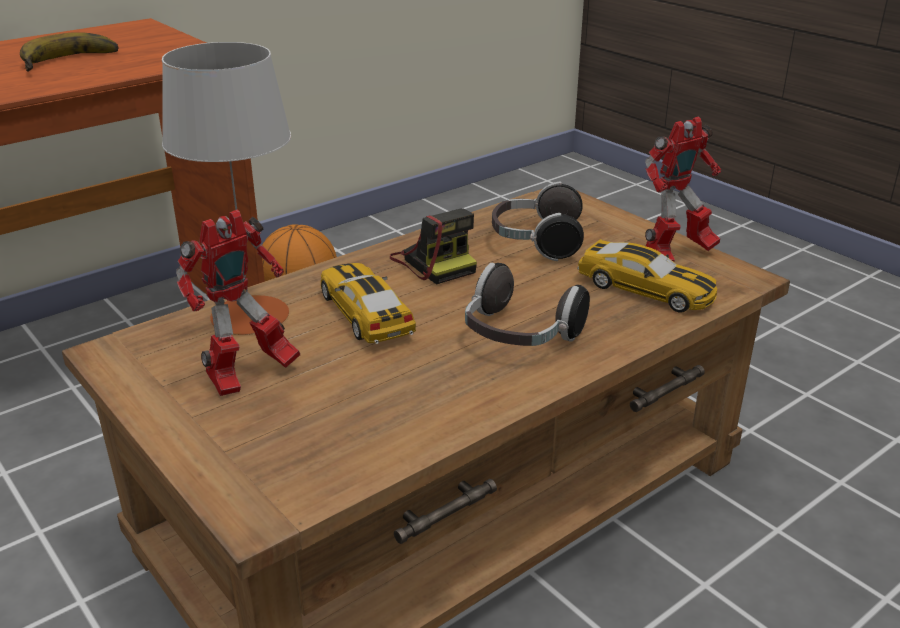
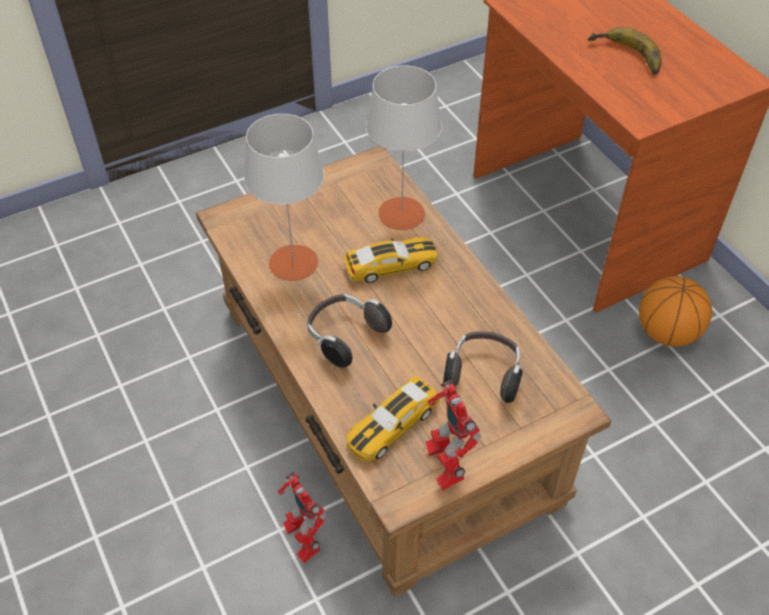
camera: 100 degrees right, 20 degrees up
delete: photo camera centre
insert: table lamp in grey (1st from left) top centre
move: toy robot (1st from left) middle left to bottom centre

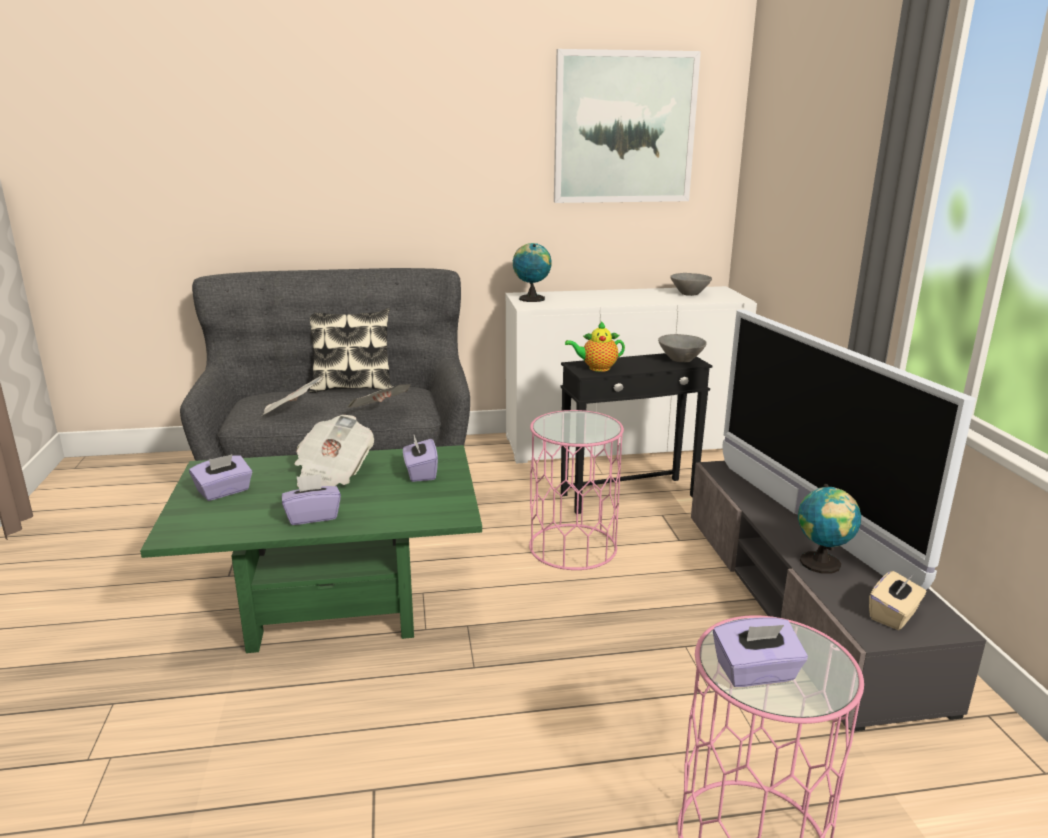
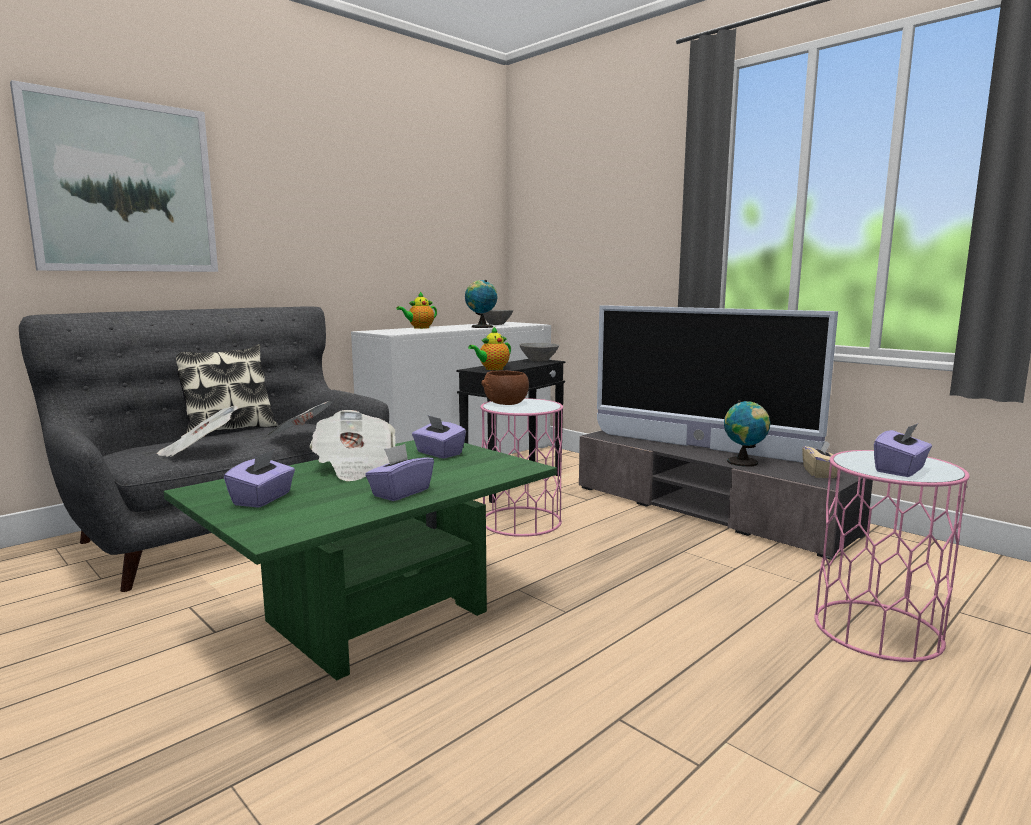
camera: 35 degrees left, 10 degrees down
insert: teapot (1st from left) centre; bowl in brown centre
move: picture top centre to top left; globe (1st from left) top centre to centre

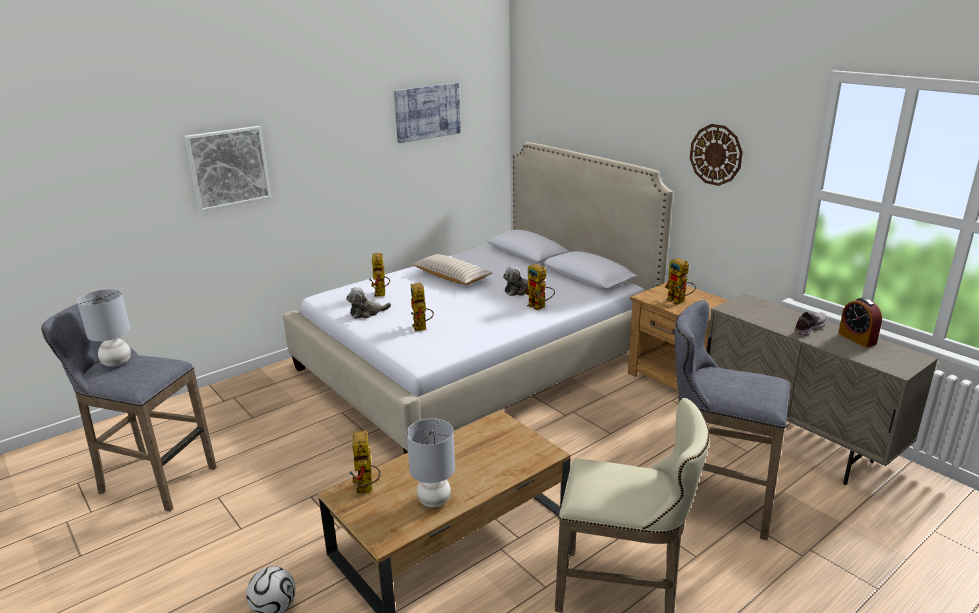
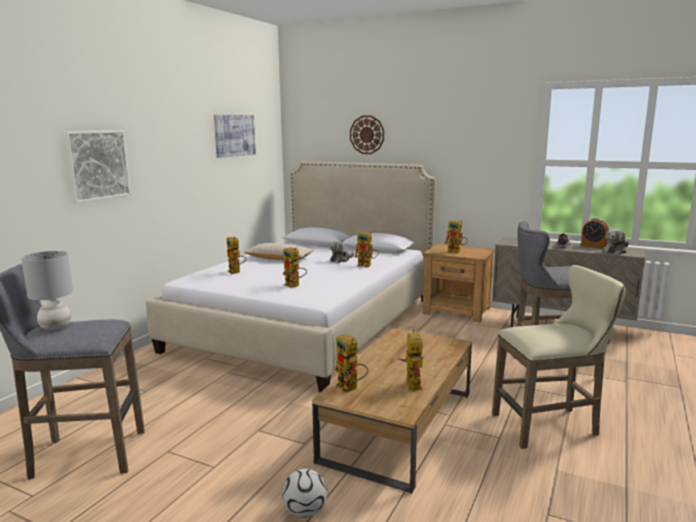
camera: 25 degrees left, 10 degrees down
move: wall clock top right to top centre; plush toy (1st from left in the first image) centre to plush toy (2nd from left) middle right
replace: table lamp in grey (2nd from left) bottom centre to toy robot (5th from left) bottom centre

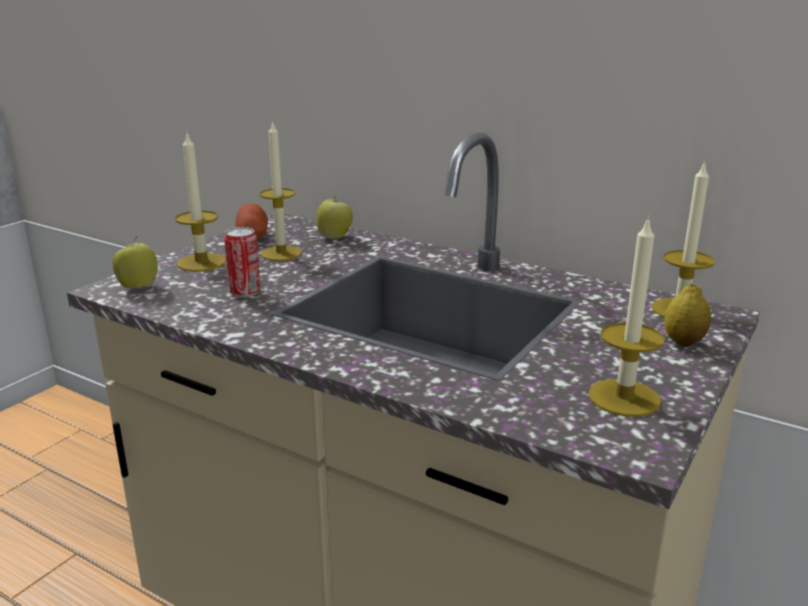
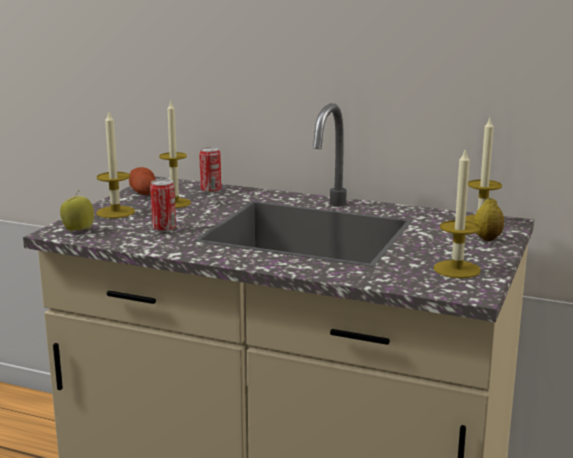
camera: 10 degrees left, 5 degrees down
replace: apple (2nd from left) centre to can (2nd from left) centre

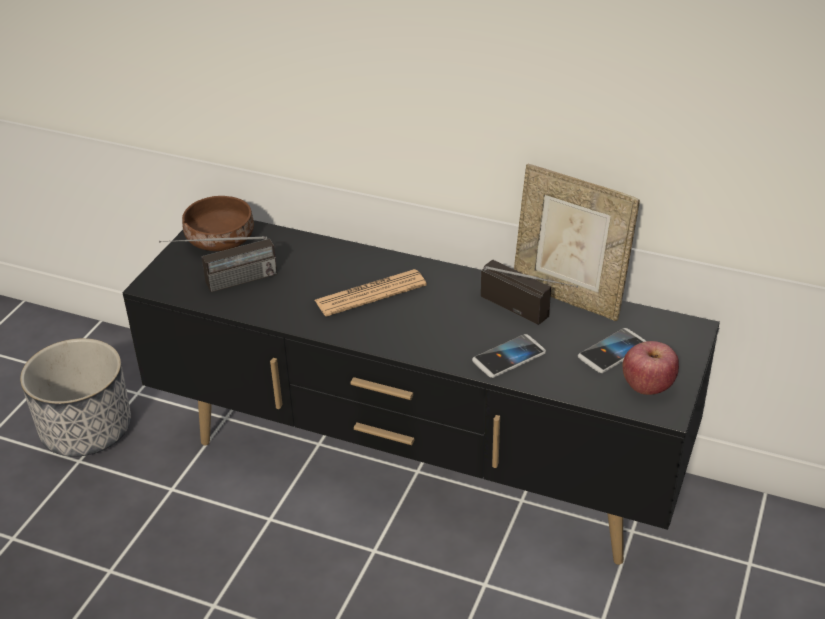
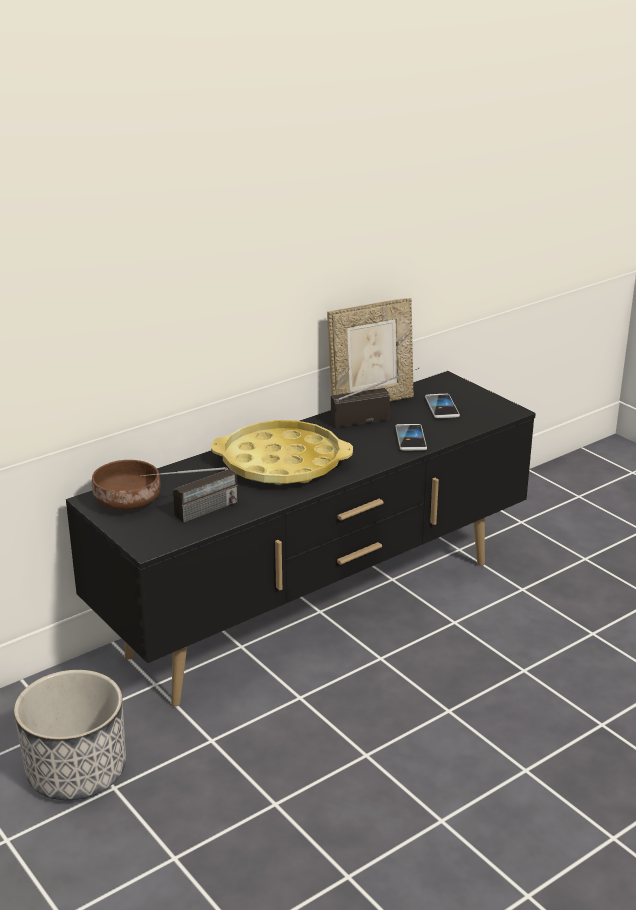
camera: 60 degrees left, 10 degrees down
delete: apple middle right
replace: newspaper centre to tray in yellow centre
rotate: radio (1st from left) middle left = middle left 45 degrees clockwise

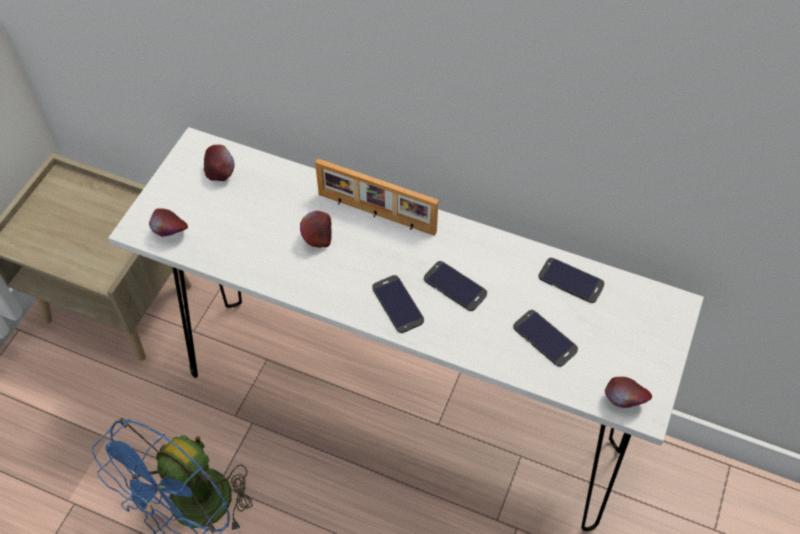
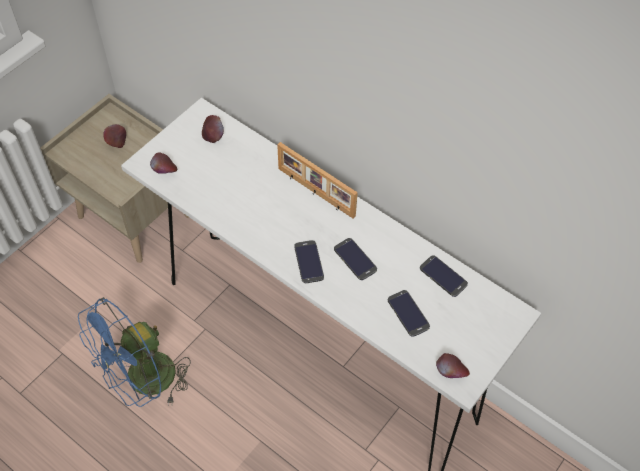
camera: 15 degrees right, 0 degrees up
move: apple (3rd from left in the first image) centre to apple (1st from left) top left

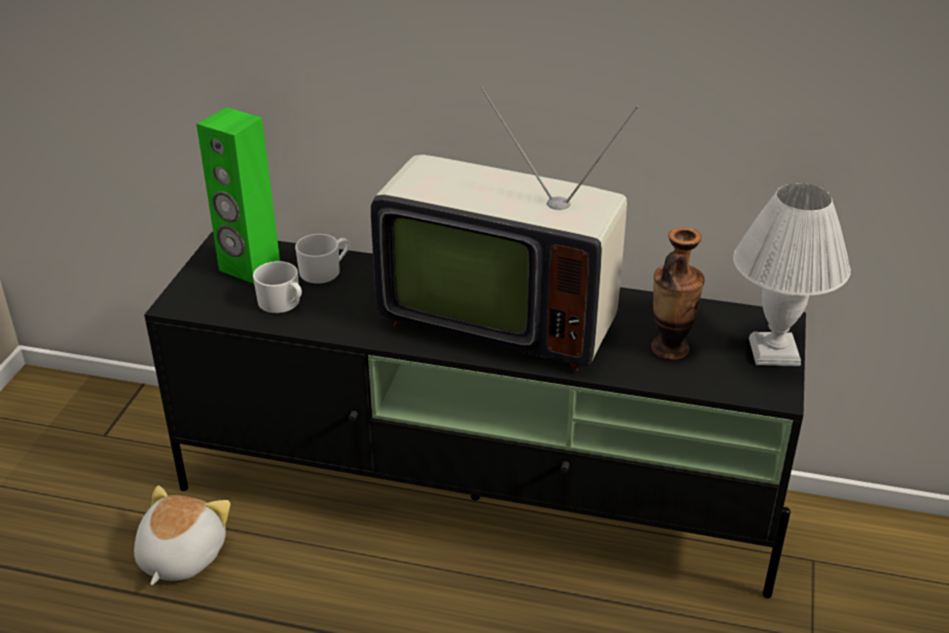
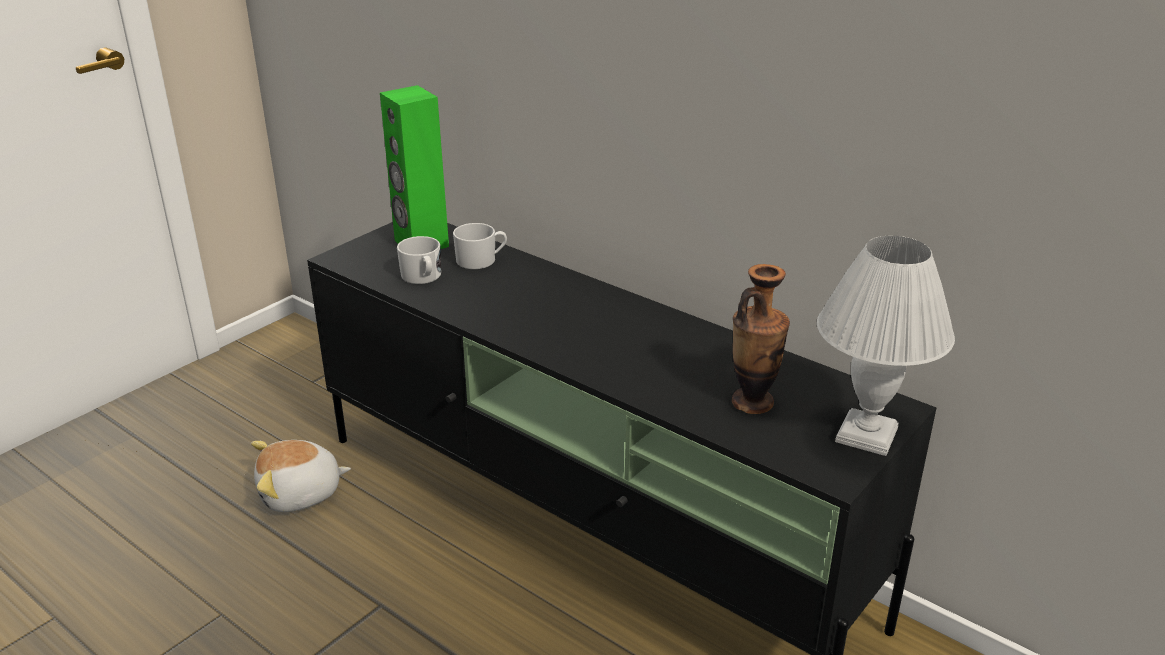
camera: 25 degrees right, 5 degrees down
delete: television centre
rotate: plush toy bottom left = bottom left 150 degrees counterclockwise

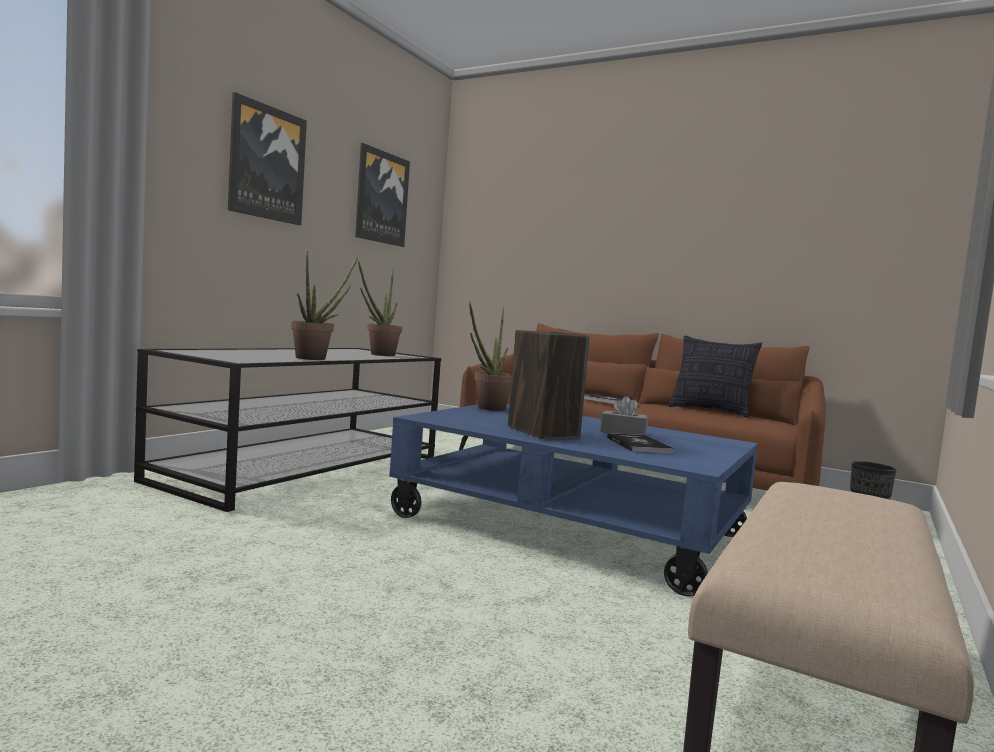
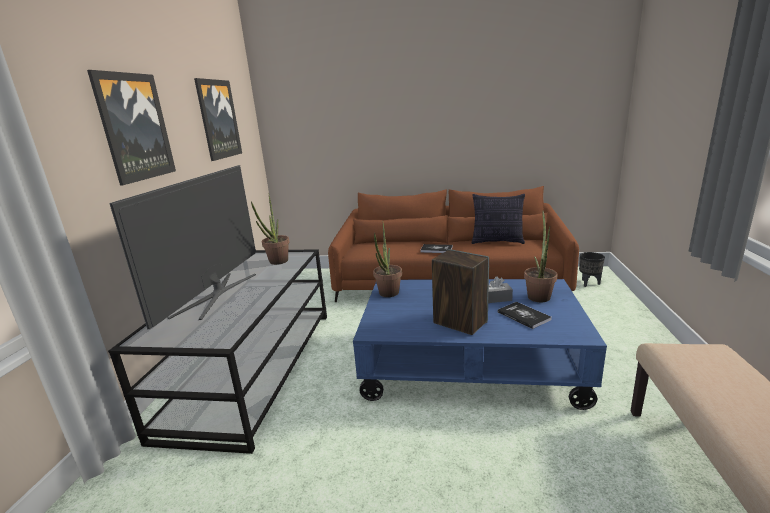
camera: 20 degrees left, 15 degrees up
insert: television middle left
move: potted plant (1st from left in the first image) middle left to potted plant (3rd from left) middle right

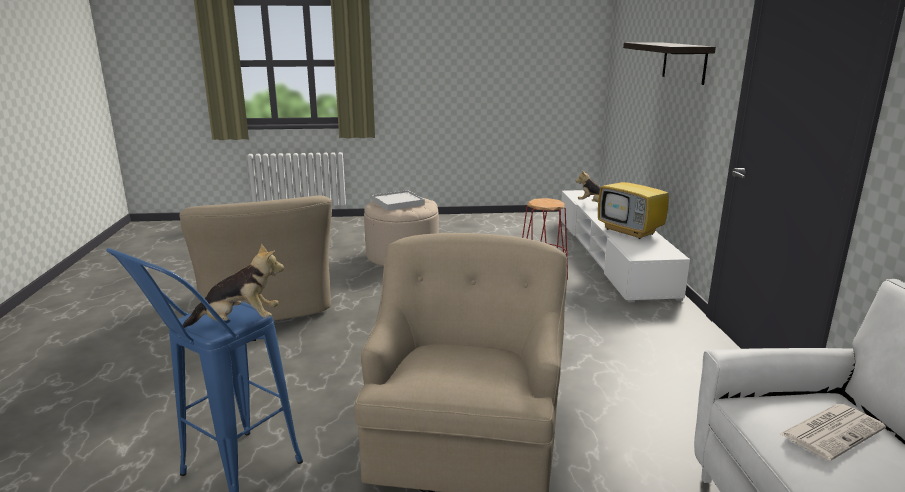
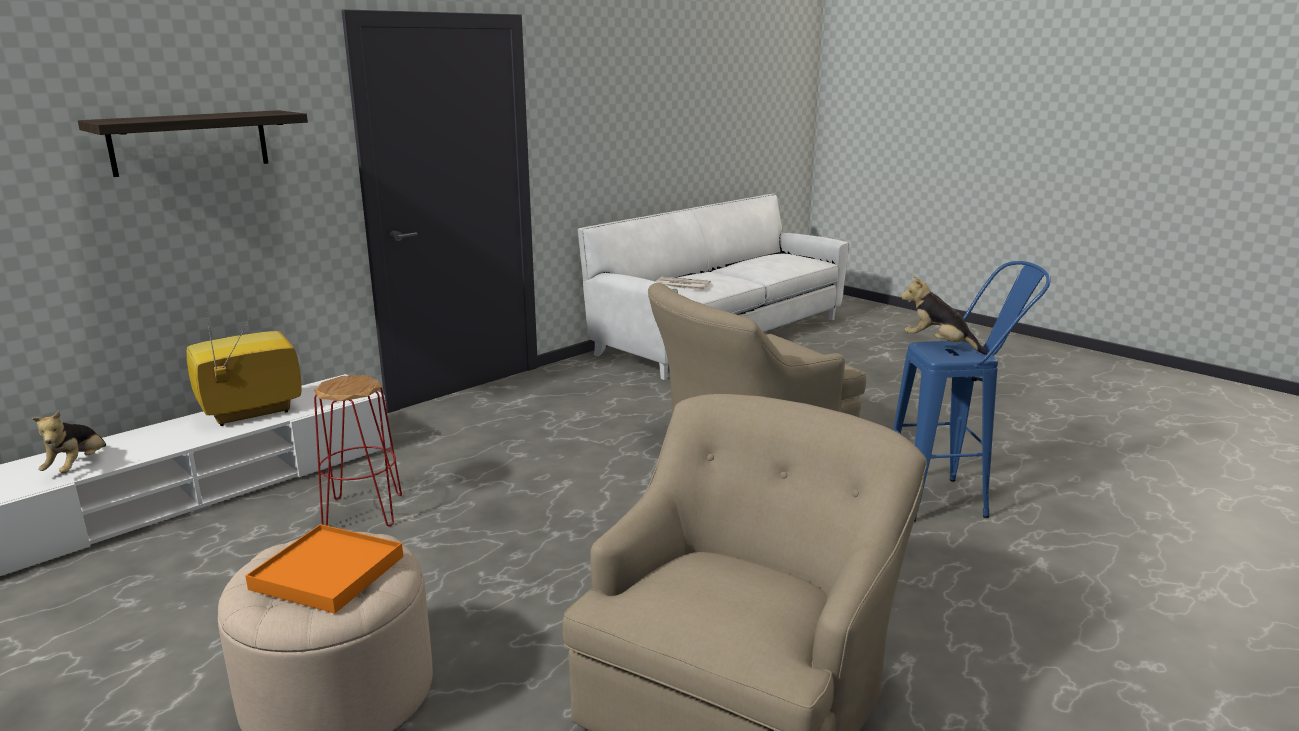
camera: 130 degrees left, 0 degrees up
recolor: tray in white centre to tray in orange bottom left
rotate: television middle right = middle left 135 degrees counterclockwise

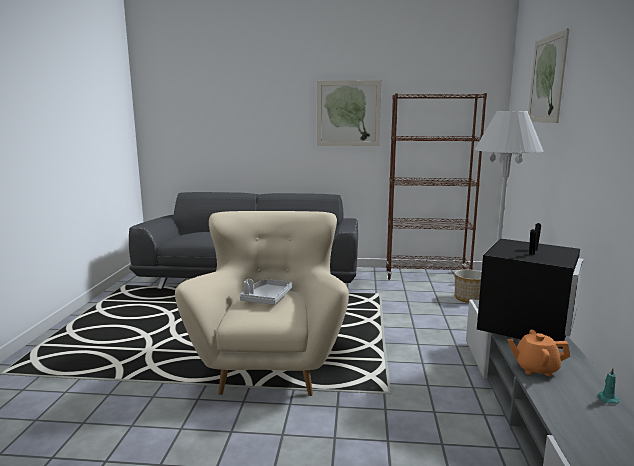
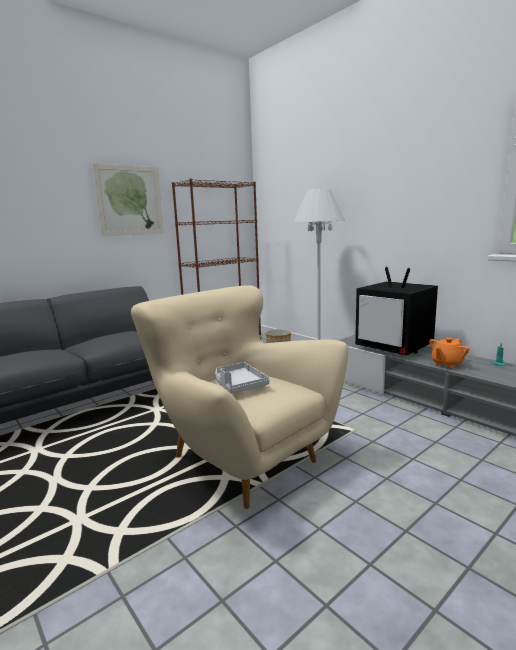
camera: 45 degrees left, 0 degrees up
delete: picture (2nd from left) top right
rotate: television middle right = middle right 150 degrees clockwise

